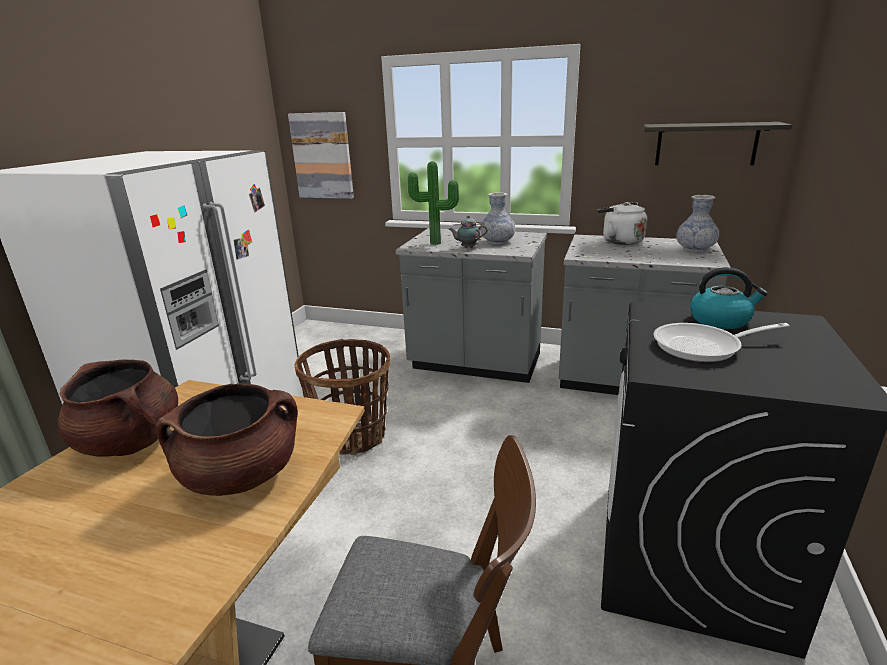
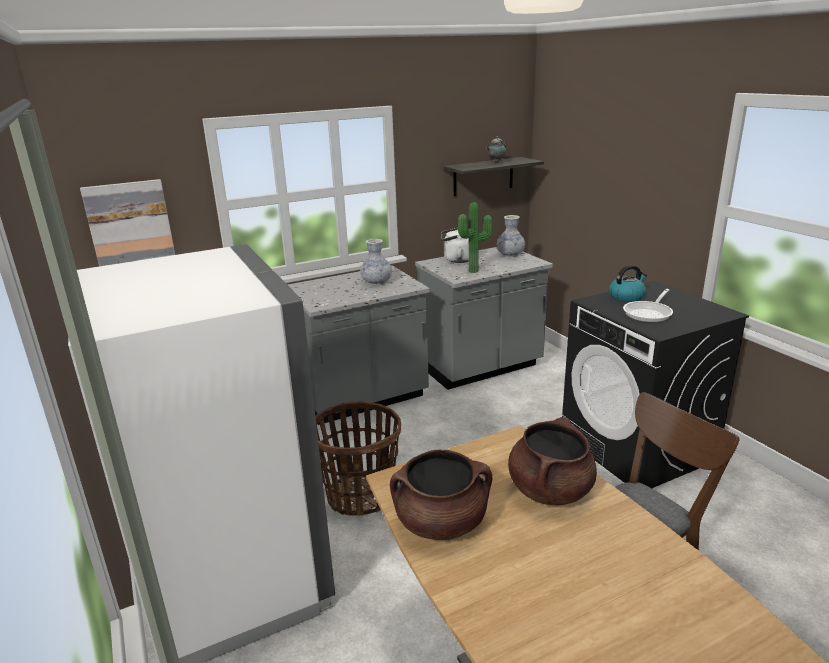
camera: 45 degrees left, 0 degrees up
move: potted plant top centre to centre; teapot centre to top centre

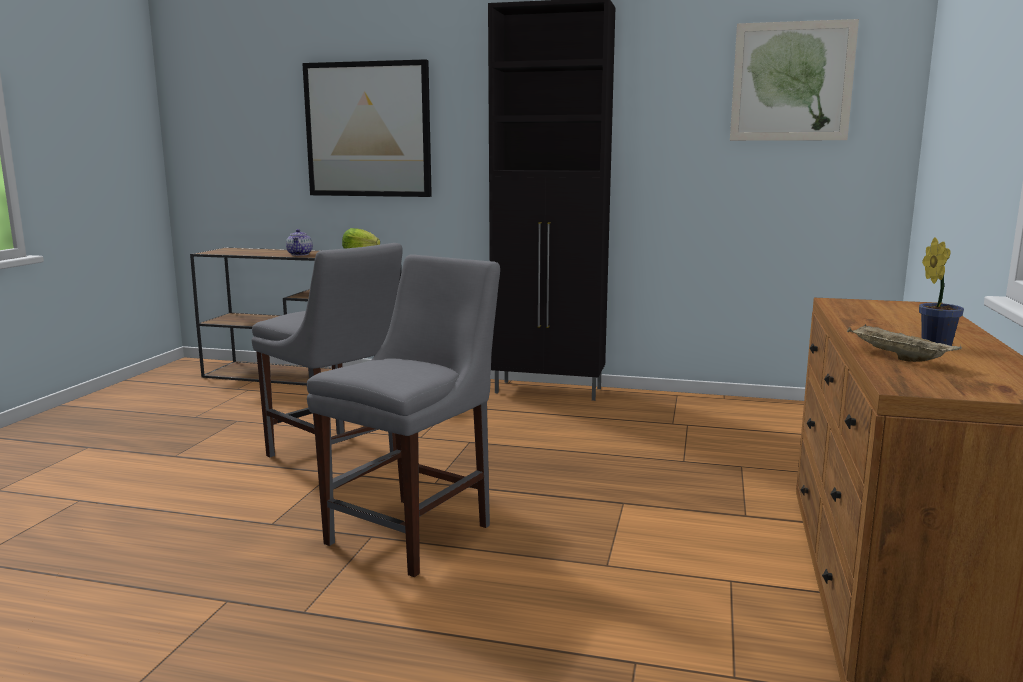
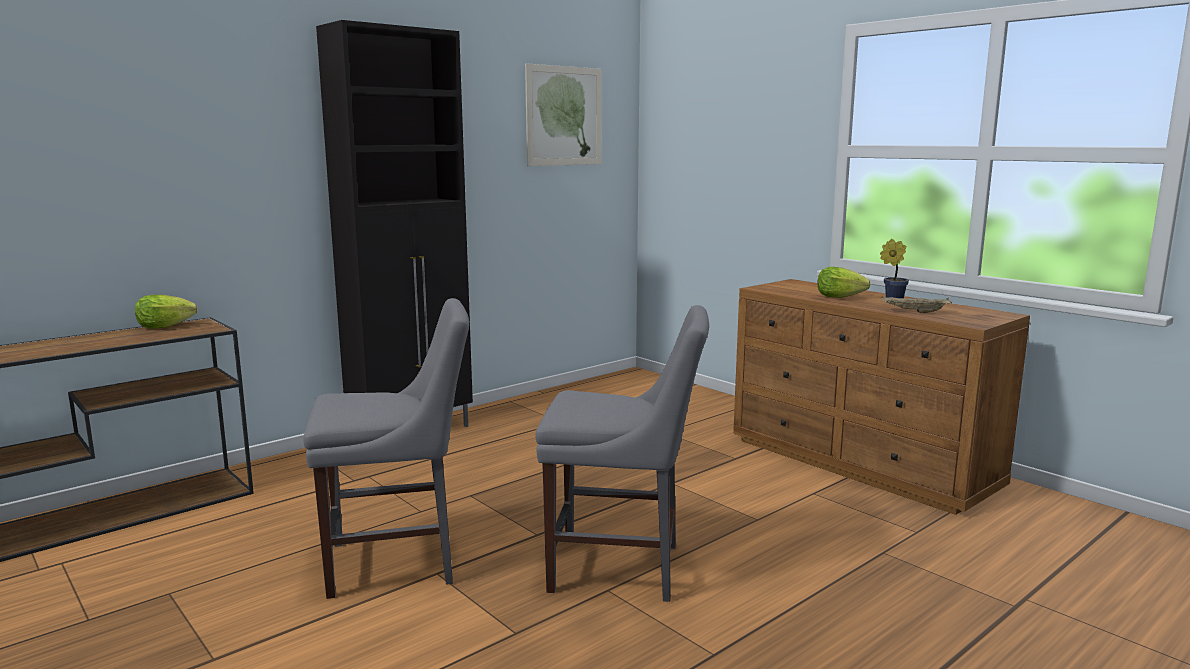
camera: 55 degrees left, 0 degrees up
delete: teapot middle left; picture (1st from left) top centre
insert: lettuce (2nd from left) middle right
rotate: chair in grey (2nd from left) centre = bottom centre 120 degrees clockwise

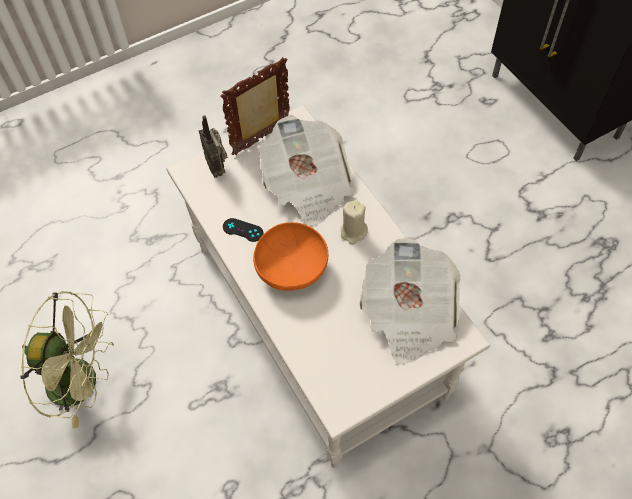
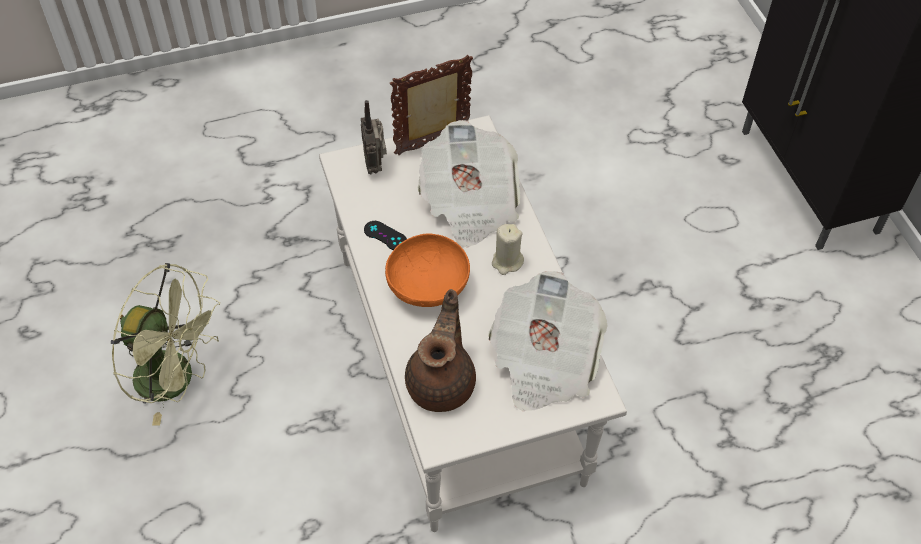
camera: 10 degrees right, 5 degrees down
insert: teapot in brown centre

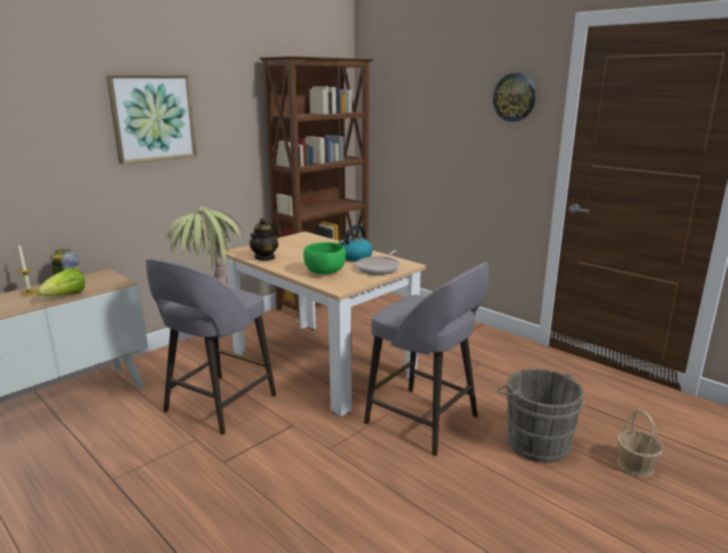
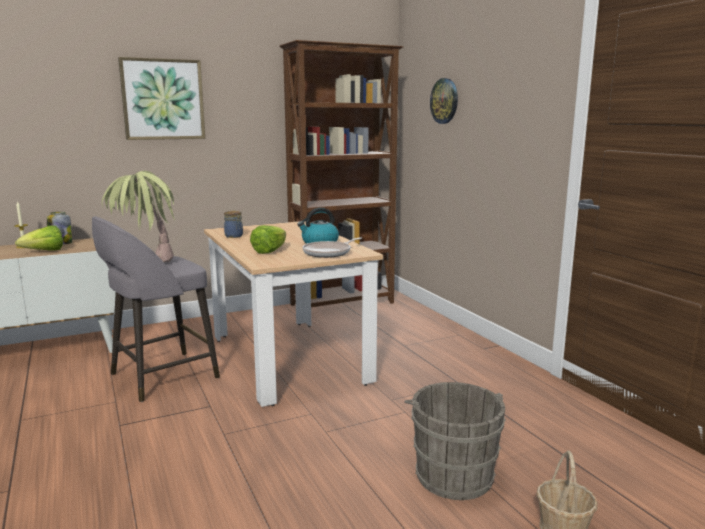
camera: 20 degrees right, 5 degrees down
delete: stool in grey (2nd from left) centre
move: wall clock top right to top centre
replace: teapot centre to jar (2nd from left) middle left; bowl in green centre to lettuce (2nd from left) centre

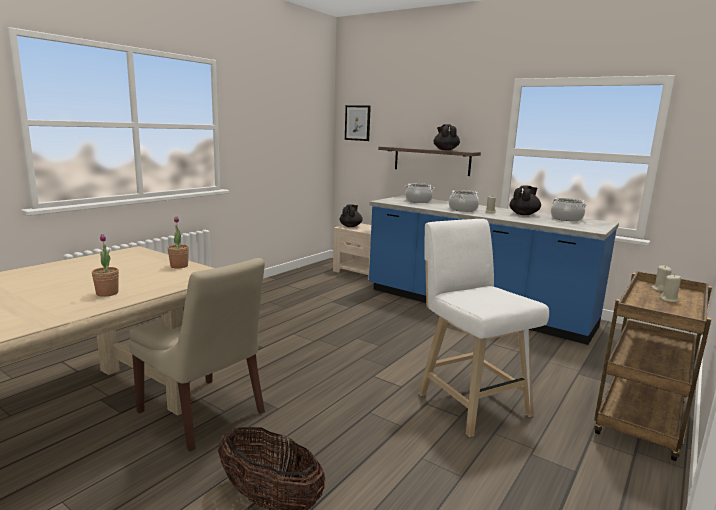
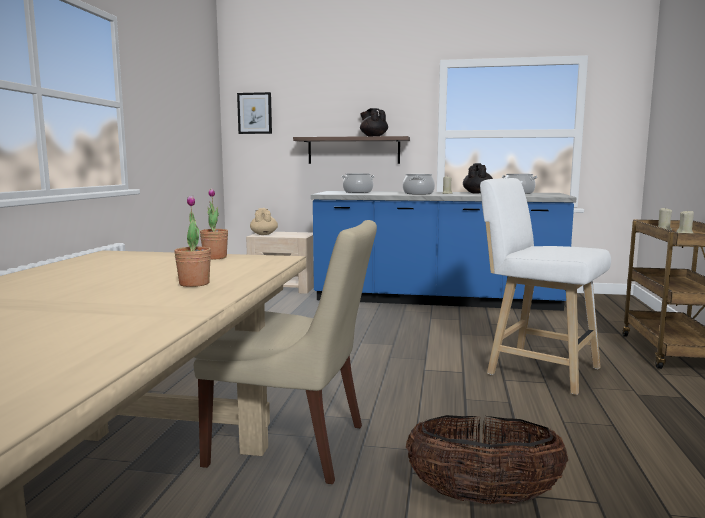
camera: 25 degrees left, 5 degrees down
recolor: teapot in black (1st from left) centre to teapot in beige centre

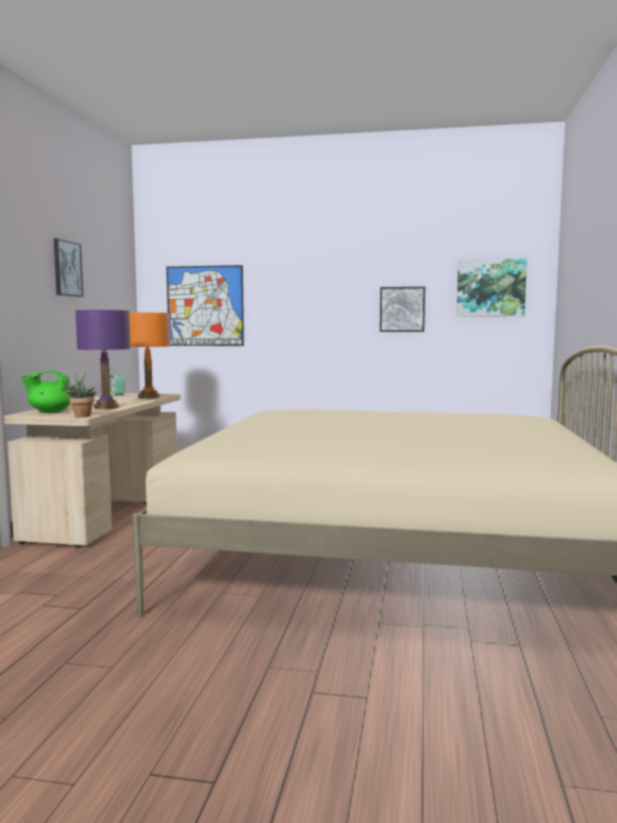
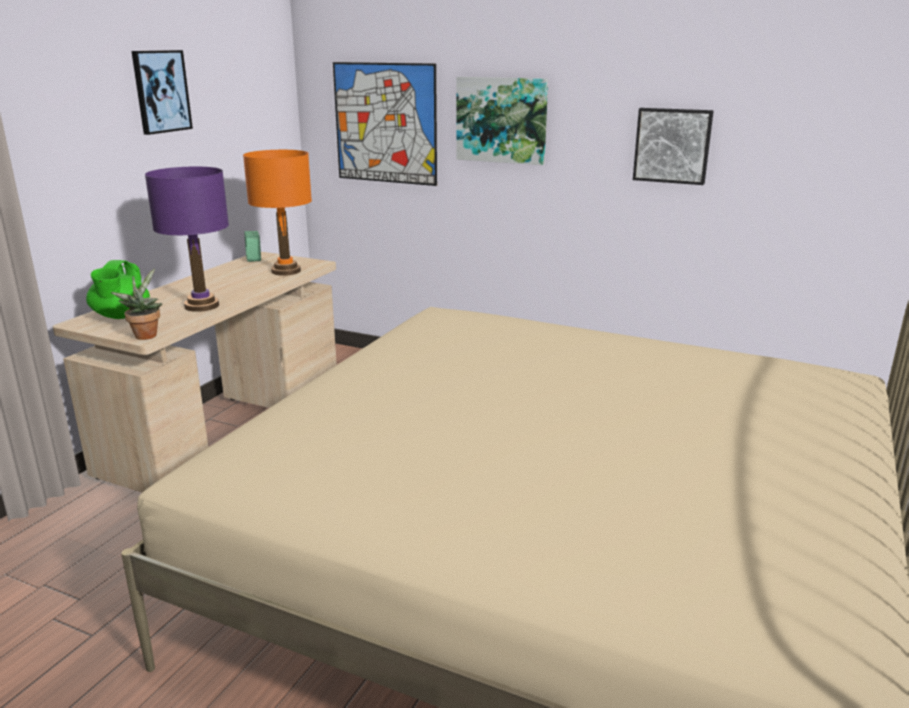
camera: 15 degrees right, 15 degrees up
move: picture (4th from left in the first image) middle right to picture (3rd from left) top centre
rotate: teapot in green middle left = middle left 90 degrees counterclockwise

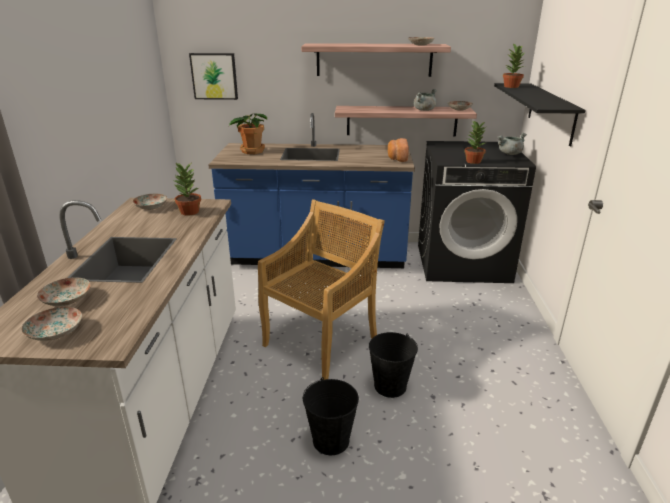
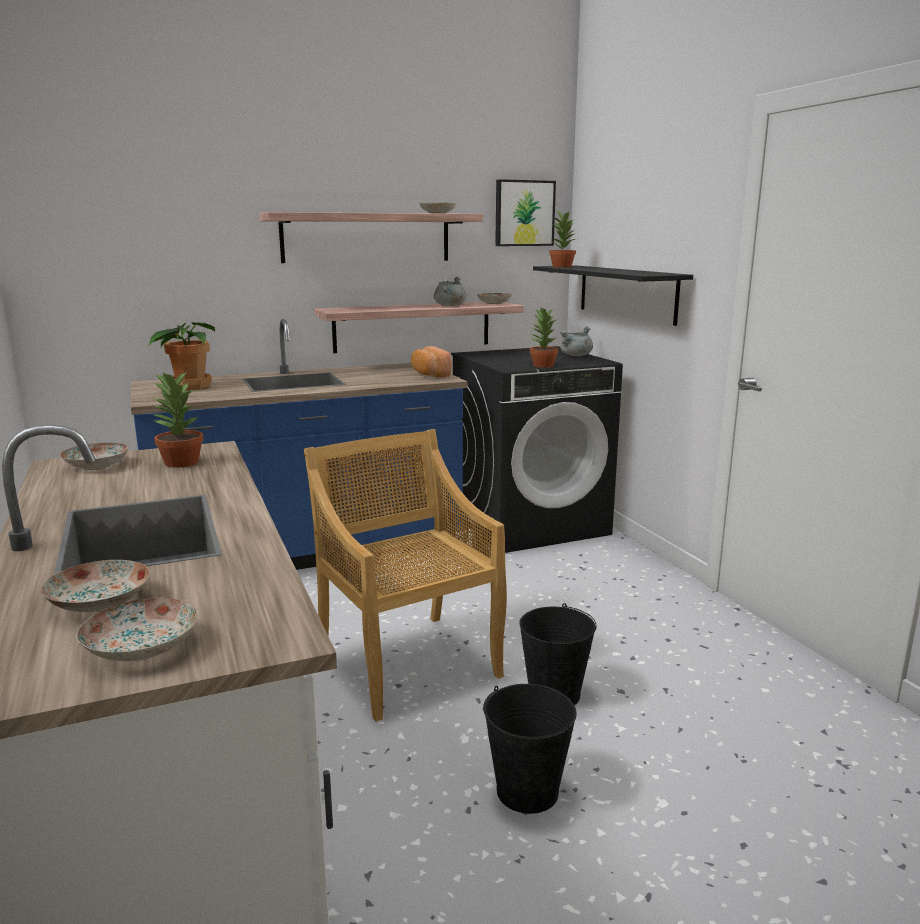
camera: 25 degrees left, 10 degrees down
move: picture top left to top centre
rotate: chair in beige centre = centre 45 degrees counterclockwise

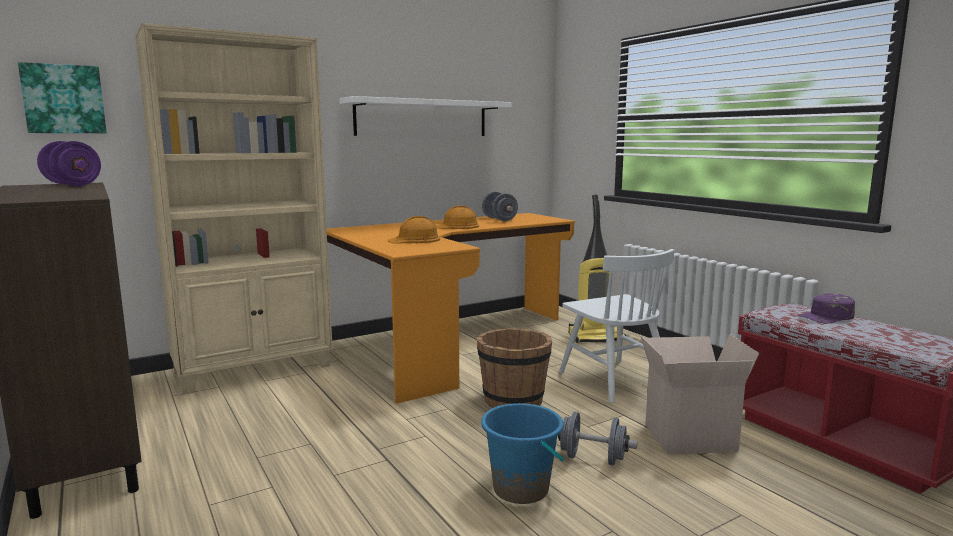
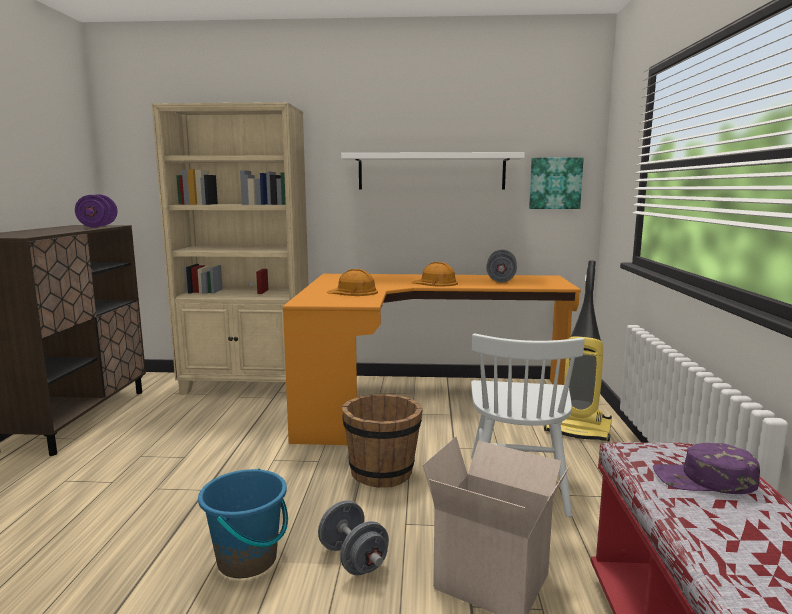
camera: 35 degrees right, 0 degrees up
move: picture top left to top right

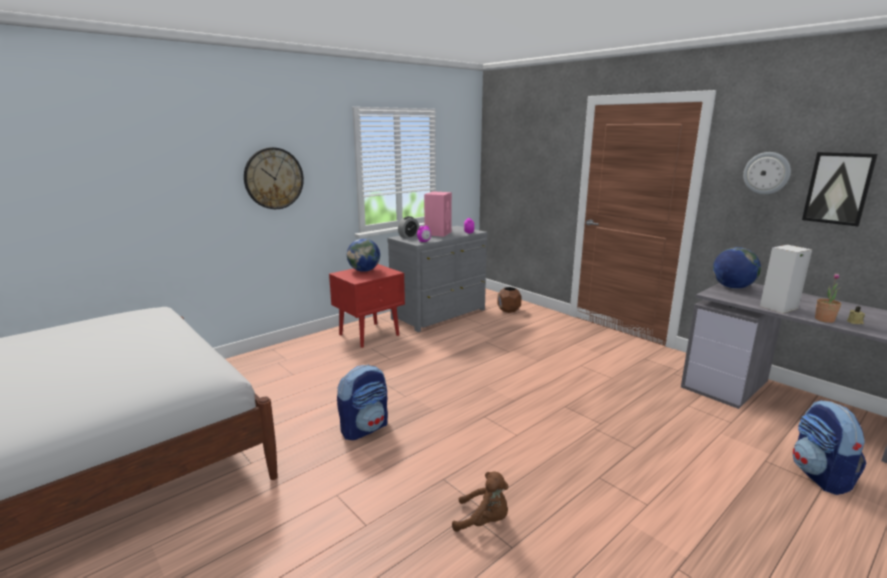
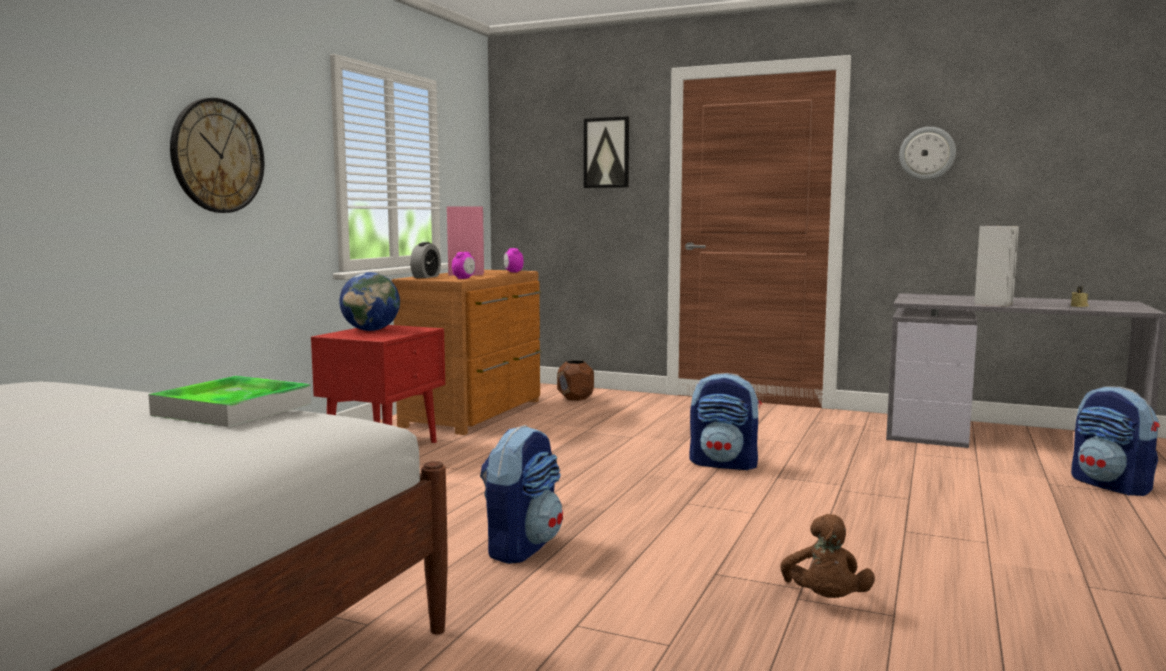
camera: 25 degrees left, 10 degrees down
delete: globe (2nd from left) middle right; potted plant middle right
insert: tray middle left; backpack (2nd from left) centre
move: picture top right to top centre
recolor: dresser in grey centre to dresser in brown centre
rotate: plush toy in brown bottom centre = bottom right 105 degrees clockwise

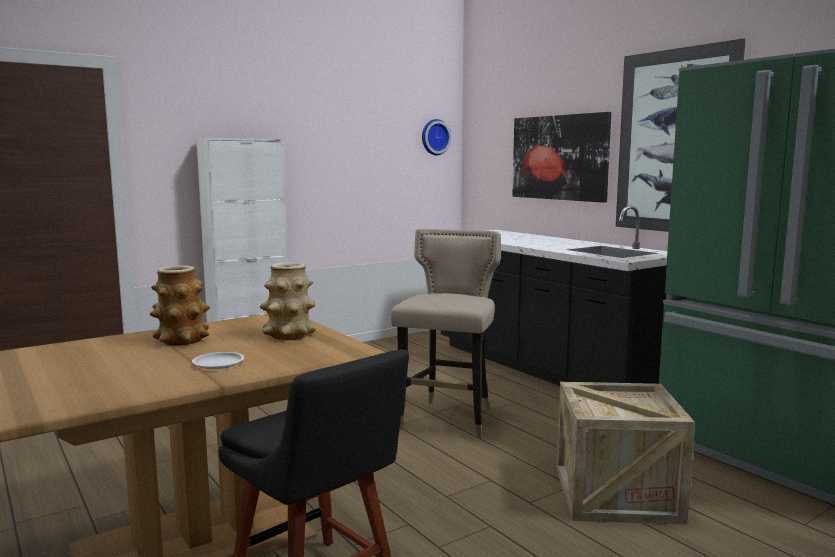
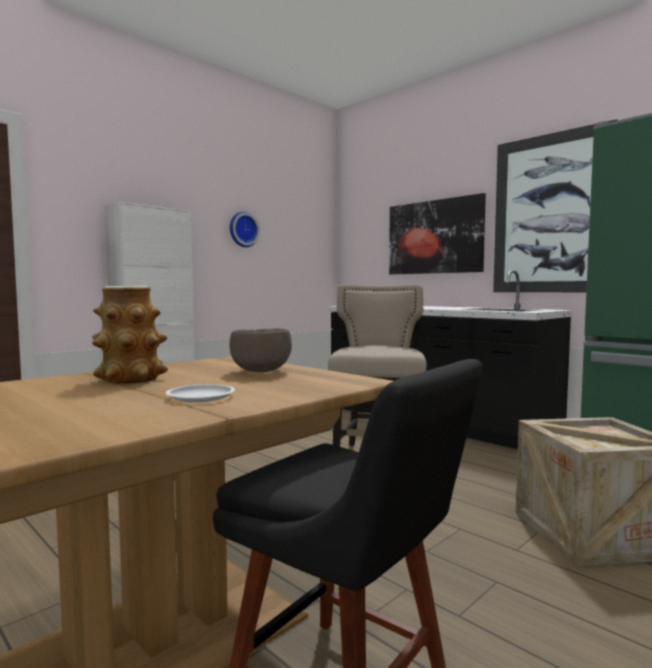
camera: 10 degrees left, 5 degrees down
move: wall clock top centre to centre
replace: vase (2nd from left) centre to bowl in brown centre

